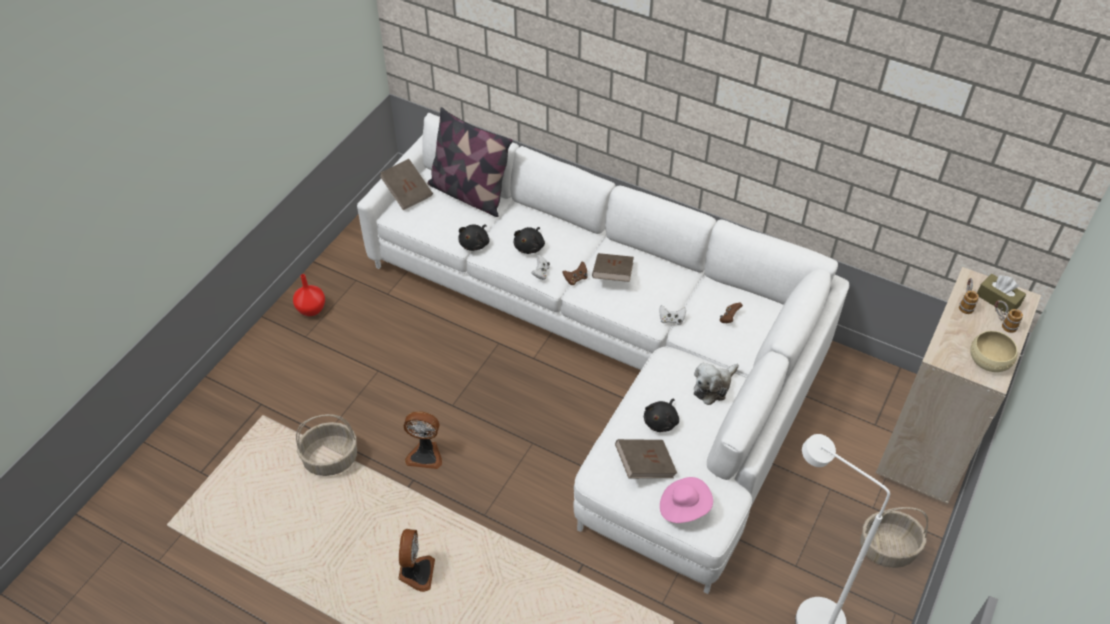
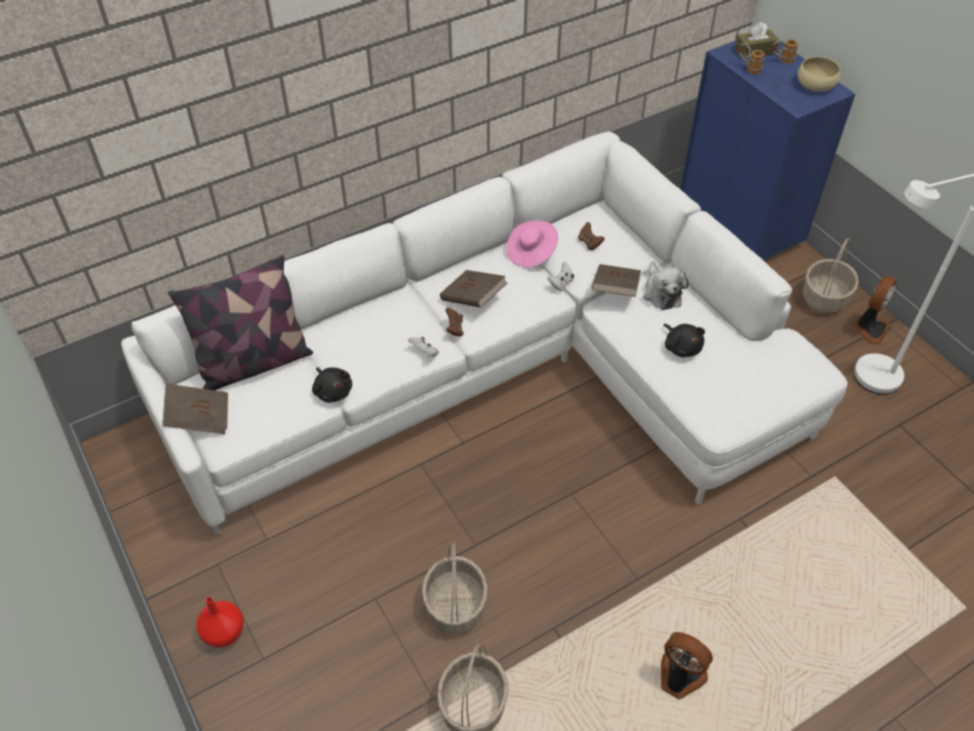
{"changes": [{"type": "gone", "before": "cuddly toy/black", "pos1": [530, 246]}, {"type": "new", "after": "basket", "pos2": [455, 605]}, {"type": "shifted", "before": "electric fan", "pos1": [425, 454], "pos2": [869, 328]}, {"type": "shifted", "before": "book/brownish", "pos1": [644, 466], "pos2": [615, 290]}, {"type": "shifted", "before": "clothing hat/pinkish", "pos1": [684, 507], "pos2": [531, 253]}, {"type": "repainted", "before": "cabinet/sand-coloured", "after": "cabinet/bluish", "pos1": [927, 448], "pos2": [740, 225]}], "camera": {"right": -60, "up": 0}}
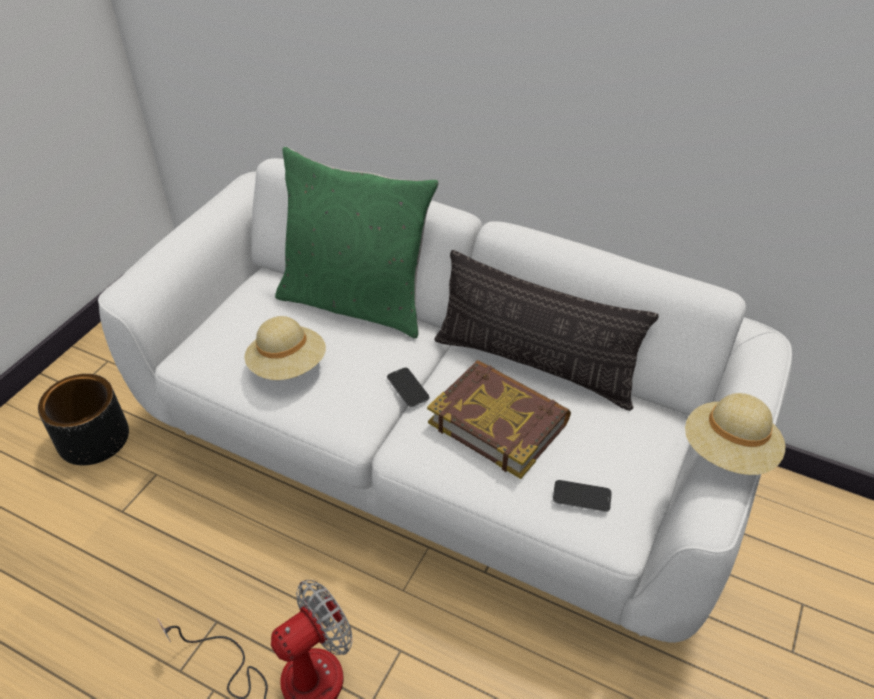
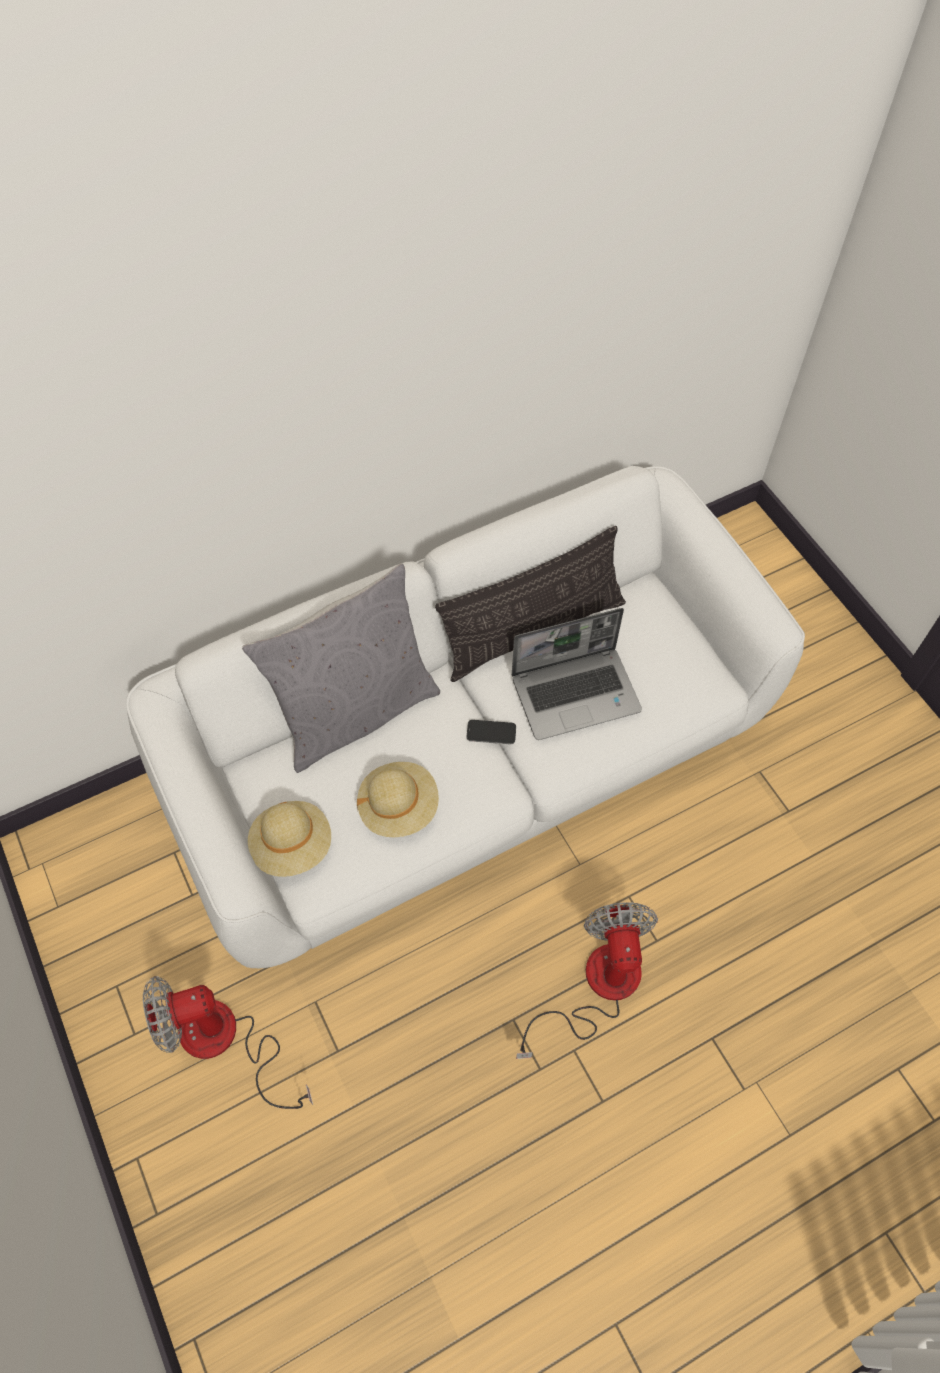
{"changes": [{"type": "gone", "before": "phone", "pos1": [581, 496]}, {"type": "shifted", "before": "clothing hat/sand-coloured", "pos1": [728, 452], "pos2": [292, 846]}, {"type": "swapped", "before": "plant pot/black", "after": "electric fan", "pos1": [94, 440], "pos2": [225, 1042]}, {"type": "swapped", "before": "book", "after": "portable computer", "pos1": [499, 422], "pos2": [576, 693]}, {"type": "repainted", "before": "pillow/green-coloured", "after": "pillow/gray", "pos1": [356, 301], "pos2": [355, 711]}], "camera": {"right": -55, "up": 15}}
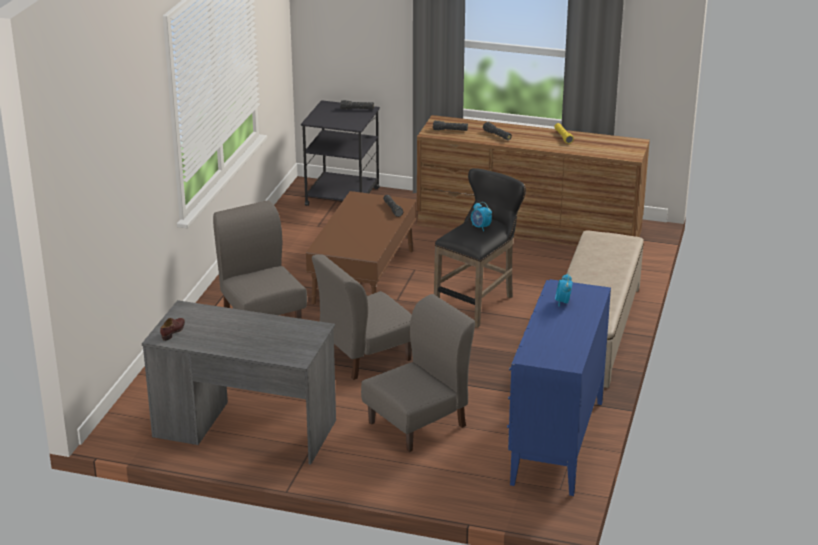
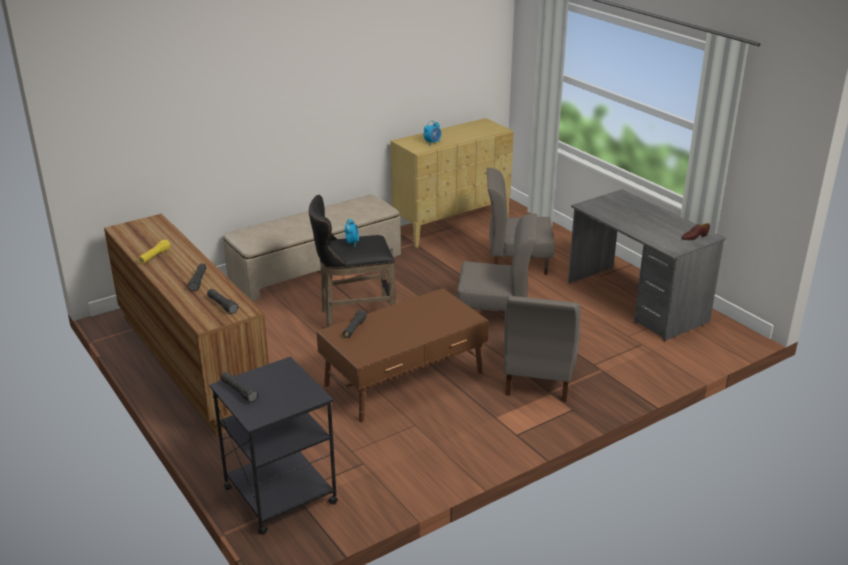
{"changes": [{"type": "repainted", "before": "dresser/bluish", "after": "dresser/sand-coloured", "pos1": [555, 442], "pos2": [452, 226]}], "camera": {"right": -140, "up": 0}}
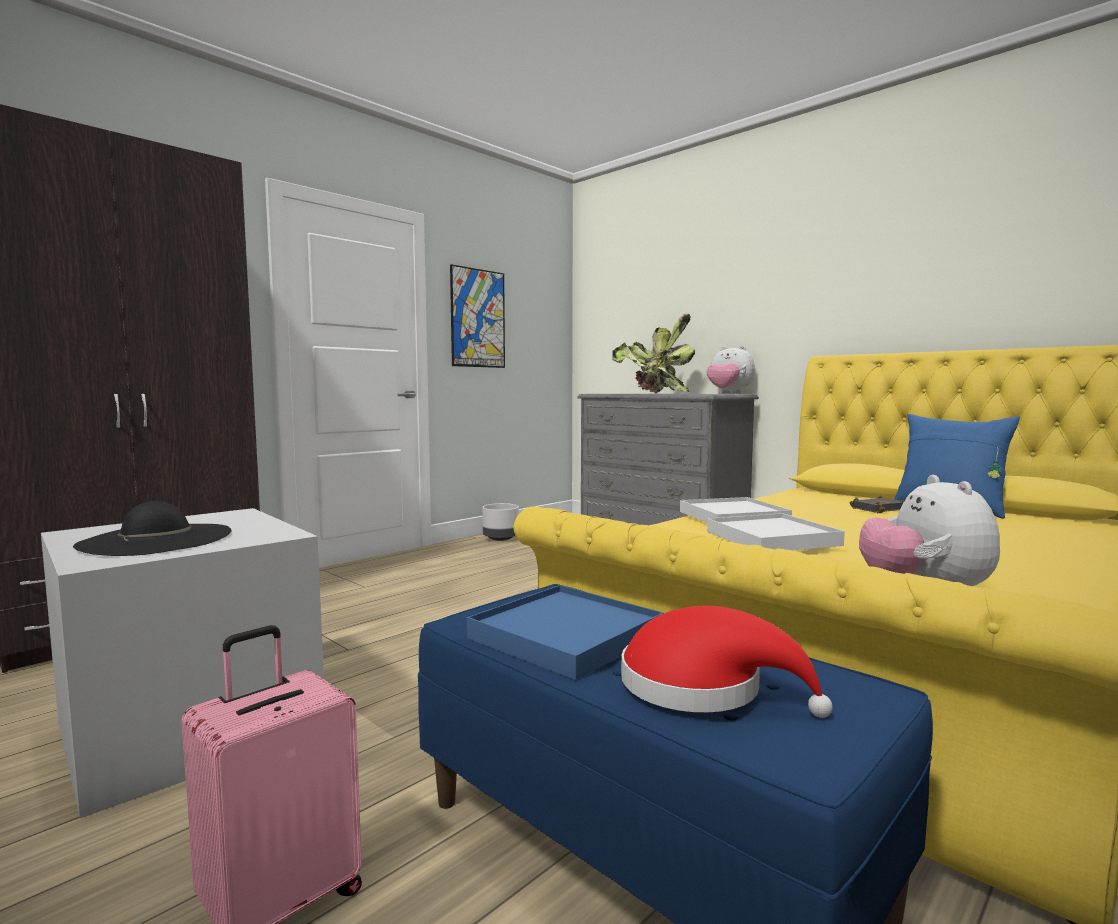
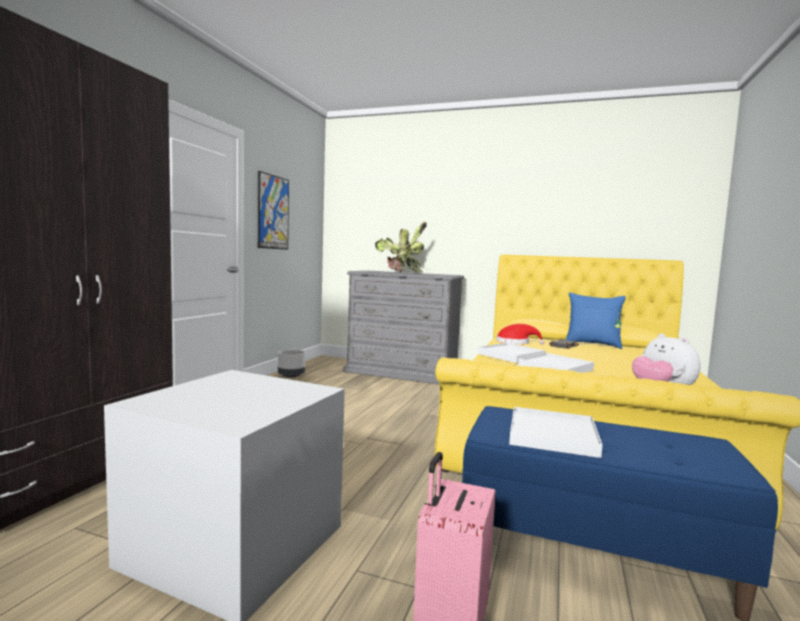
{"changes": [{"type": "gone", "before": "clothing hat/black", "pos1": [156, 539]}, {"type": "gone", "before": "cuddly toy", "pos1": [728, 393]}, {"type": "shifted", "before": "clothing hat/red-coloured", "pos1": [702, 687], "pos2": [515, 342]}, {"type": "repainted", "before": "carrying tray/bluish", "after": "carrying tray/white", "pos1": [566, 636], "pos2": [552, 435]}], "camera": {"right": -25, "up": 0}}
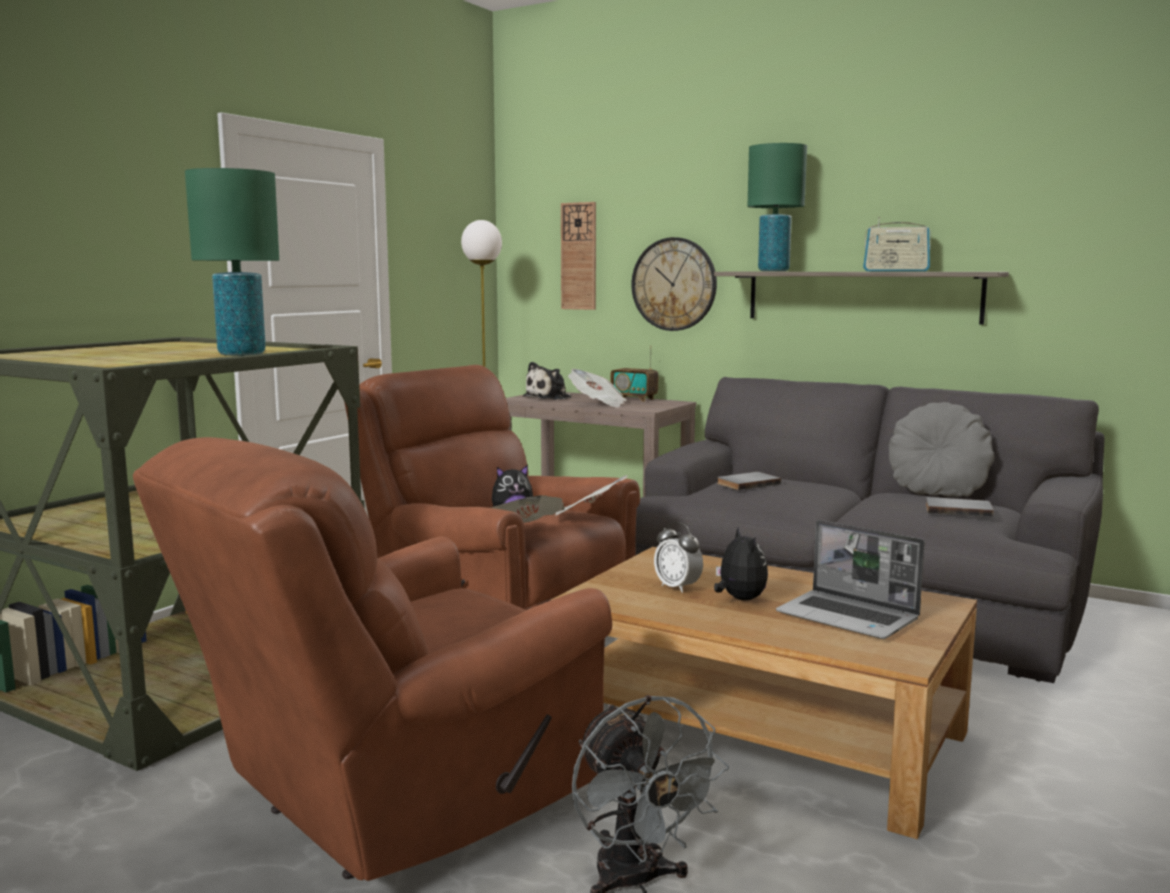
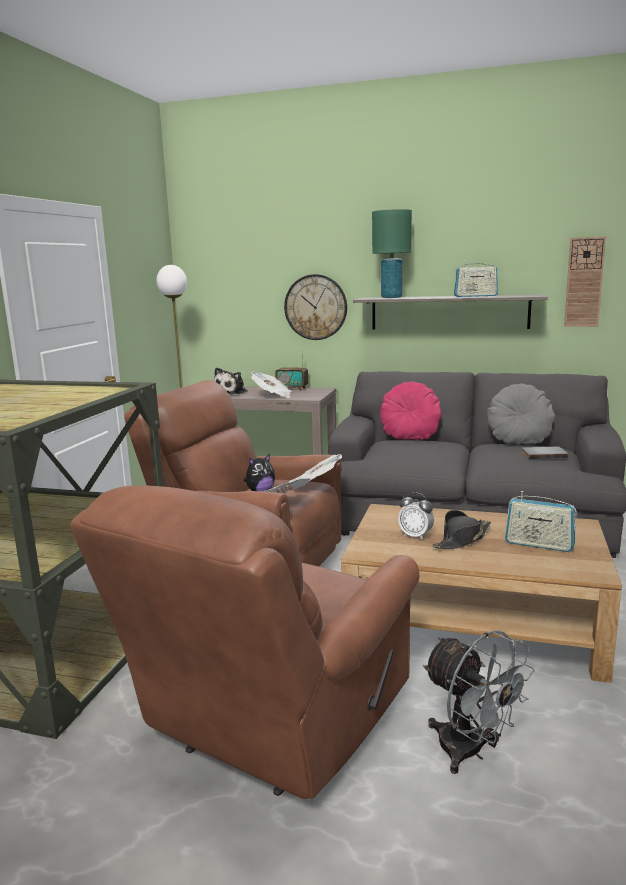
{"changes": [{"type": "gone", "before": "tabletop lamp/green-coloured", "pos1": [242, 354]}, {"type": "gone", "before": "book/gray", "pos1": [747, 483]}, {"type": "new", "after": "pillow/pinkish", "pos2": [410, 438]}, {"type": "shifted", "before": "wall clock", "pos1": [579, 256], "pos2": [584, 282]}, {"type": "swapped", "before": "cuddly toy", "after": "clothing hat/black", "pos1": [739, 599], "pos2": [462, 540]}, {"type": "swapped", "before": "portable computer", "after": "radio receiver", "pos1": [849, 617], "pos2": [539, 544]}], "camera": {"right": -15, "up": 5}}
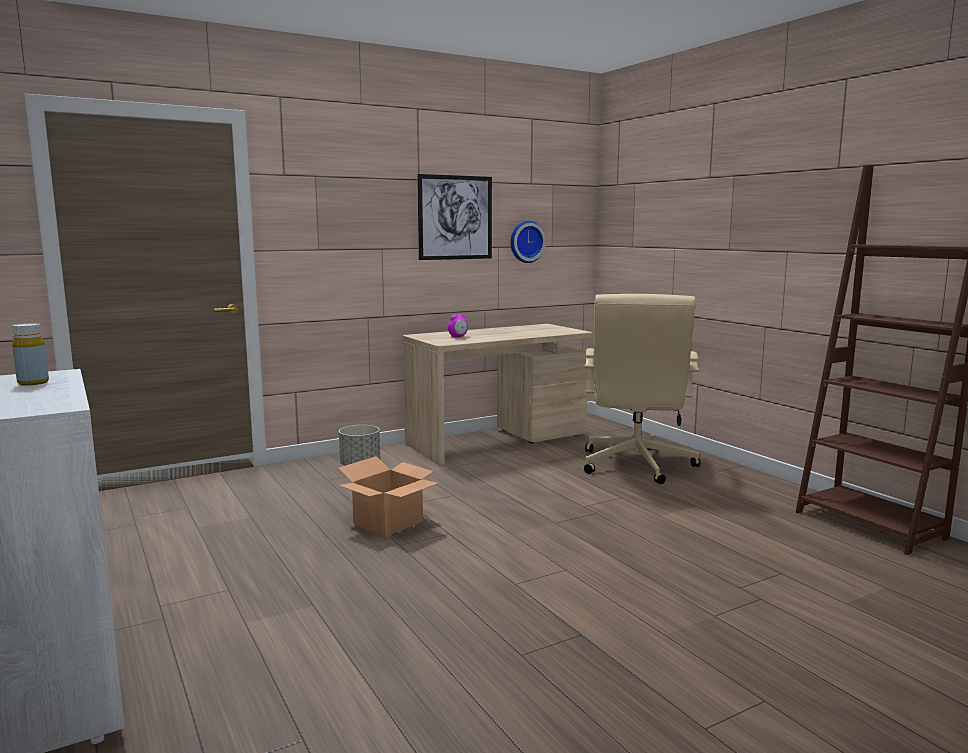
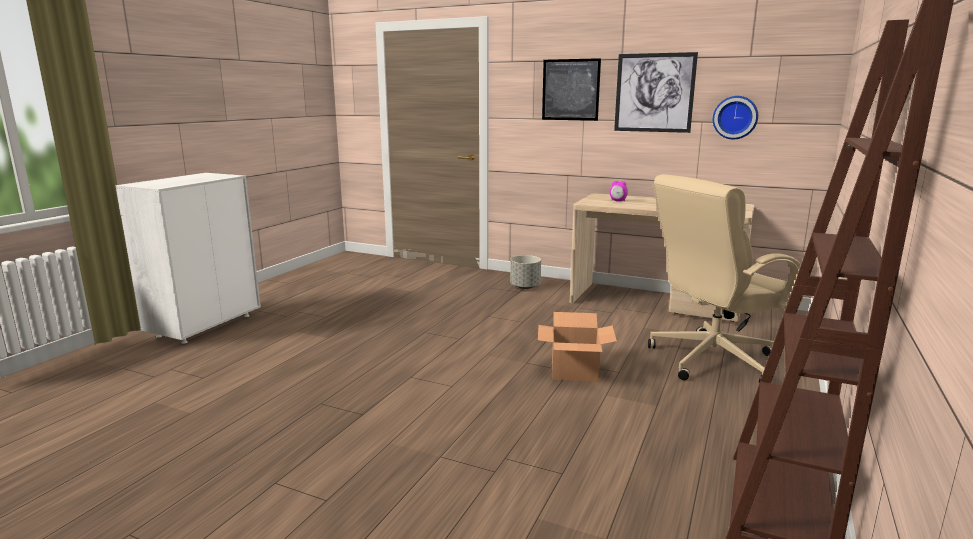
{"changes": [{"type": "gone", "before": "beverage bottle/yellowish", "pos1": [33, 383]}, {"type": "new", "after": "wall art", "pos2": [570, 90]}, {"type": "shifted", "before": "packing box", "pos1": [388, 522], "pos2": [575, 371]}], "camera": {"right": 55, "up": 5}}
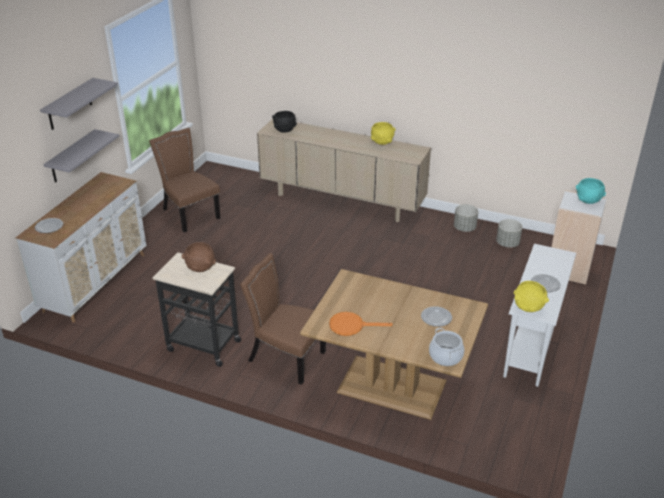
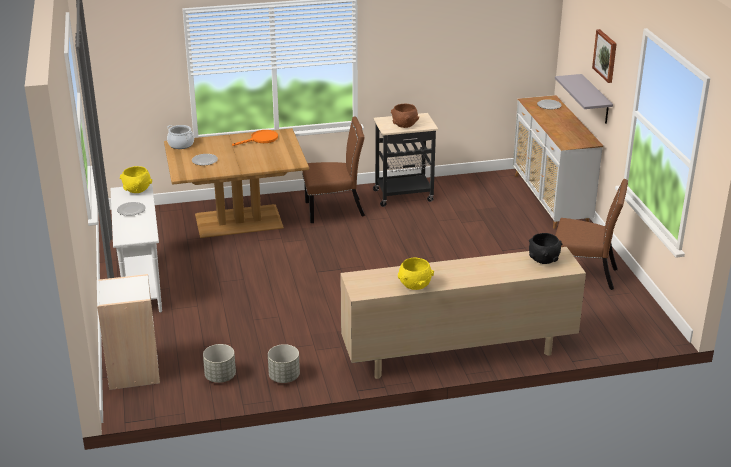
{"changes": [{"type": "gone", "before": "serving bowl/turquoise", "pos1": [588, 200]}, {"type": "swapped", "before": "shelf/gray", "after": "wall art", "pos1": [69, 104], "pos2": [605, 55]}], "camera": {"right": 145, "up": -5}}
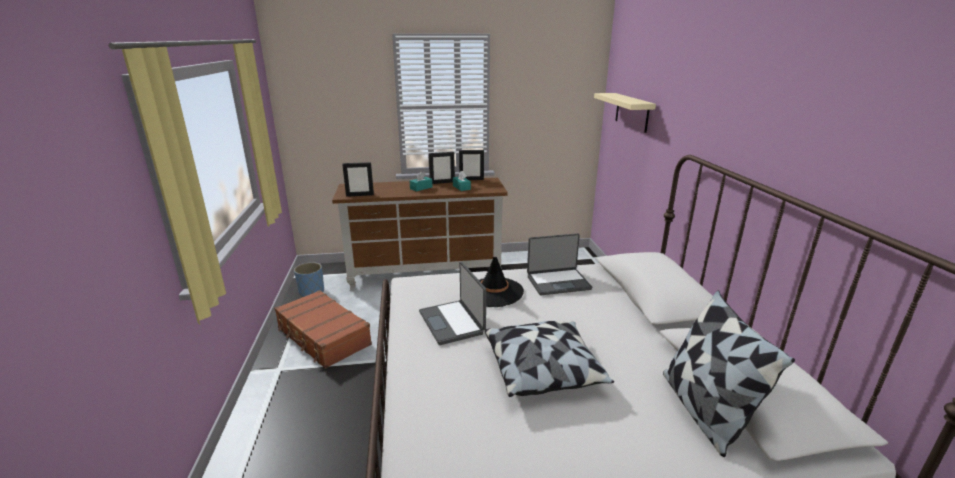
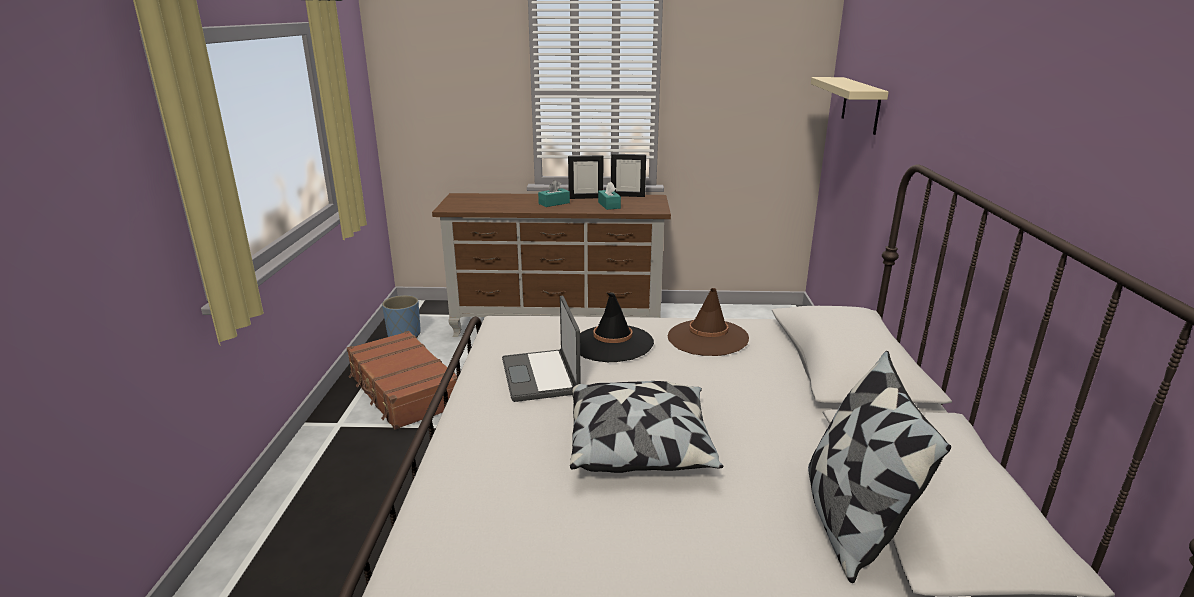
{"changes": [{"type": "gone", "before": "photo frame", "pos1": [360, 195]}, {"type": "swapped", "before": "portable computer", "after": "clothing hat/brownish", "pos1": [558, 282], "pos2": [707, 338]}], "camera": {"right": 10, "up": 0}}
